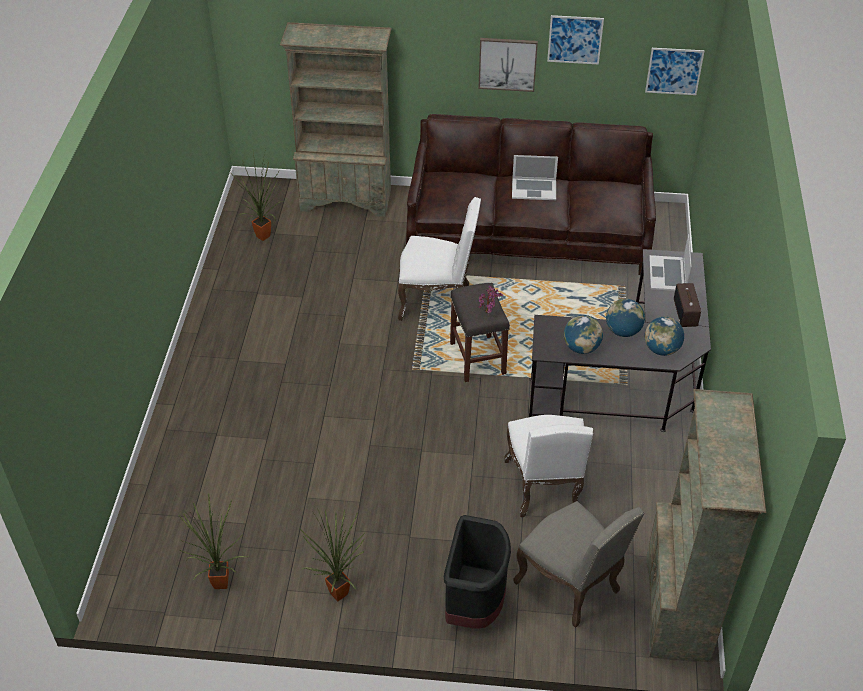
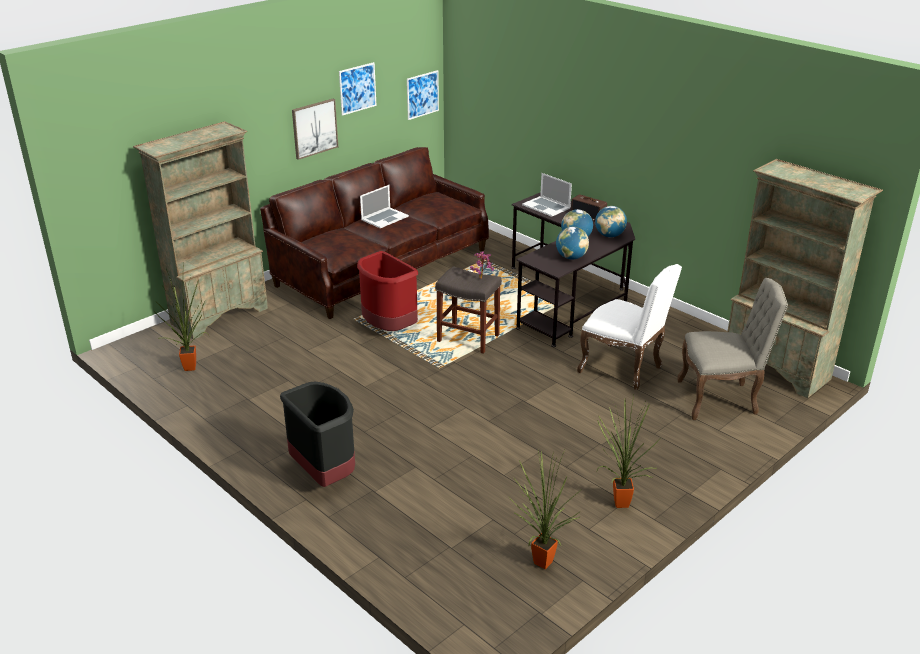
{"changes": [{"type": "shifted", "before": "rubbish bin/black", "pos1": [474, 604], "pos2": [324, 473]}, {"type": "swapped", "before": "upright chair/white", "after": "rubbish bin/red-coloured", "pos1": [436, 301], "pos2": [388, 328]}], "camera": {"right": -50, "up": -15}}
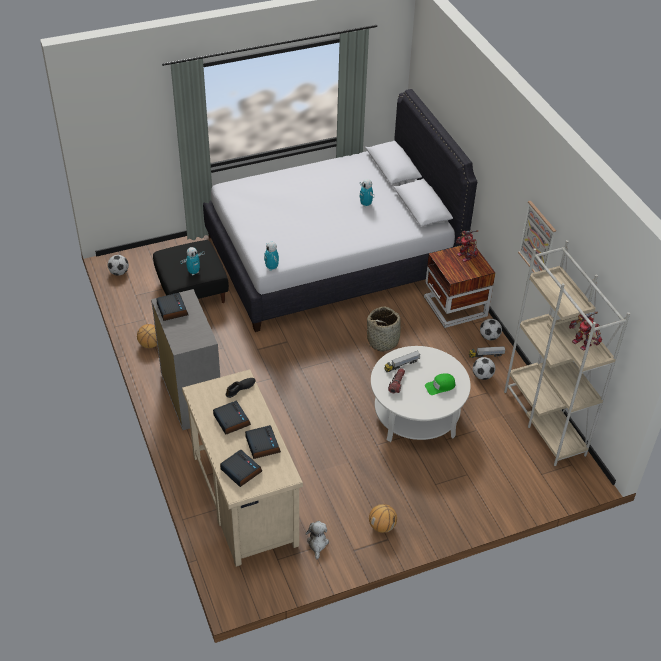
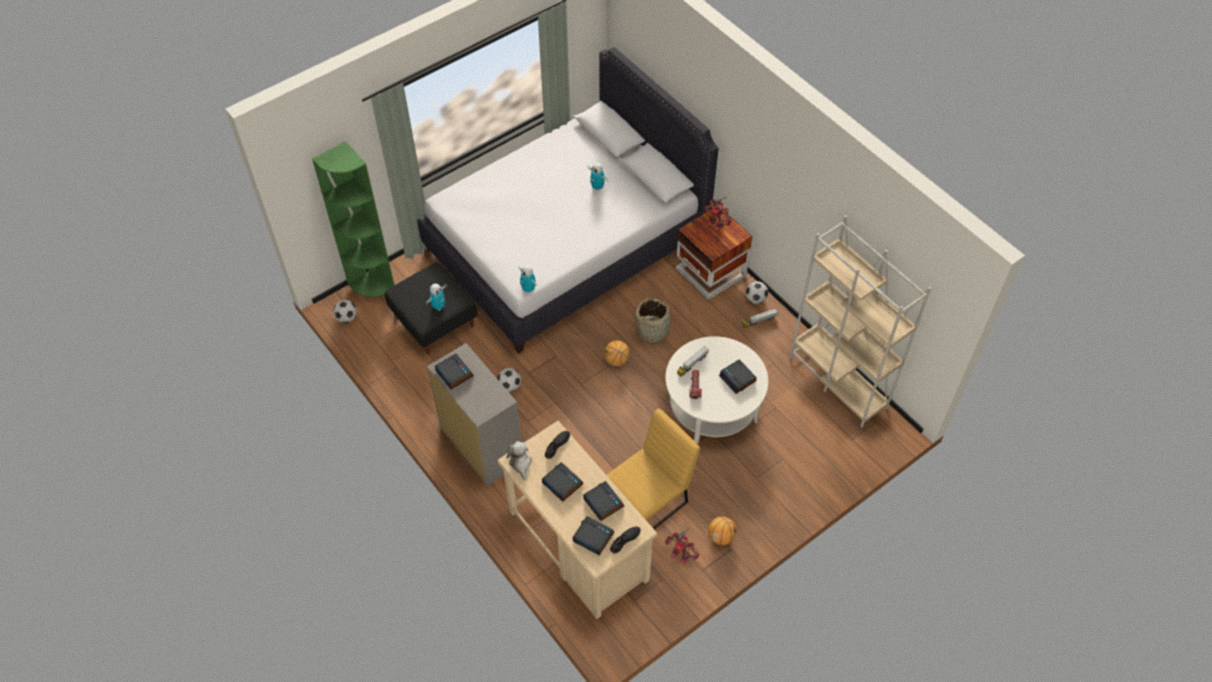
{"changes": [{"type": "gone", "before": "wall art", "pos1": [537, 241]}, {"type": "new", "after": "bookcase/green-coloured", "pos2": [372, 287]}, {"type": "new", "after": "upright chair/yellowish", "pos2": [648, 501]}, {"type": "new", "after": "shoe/black", "pos2": [625, 541]}, {"type": "shifted", "before": "basketball", "pos1": [150, 344], "pos2": [616, 360]}, {"type": "shifted", "before": "cuddly toy", "pos1": [317, 543], "pos2": [520, 463]}, {"type": "shifted", "before": "ball for football", "pos1": [482, 376], "pos2": [510, 386]}, {"type": "shifted", "before": "robot figure", "pos1": [582, 343], "pos2": [681, 554]}, {"type": "swapped", "before": "peaked cap/green-coloured", "after": "table clock", "pos1": [440, 386], "pos2": [738, 379]}], "camera": {"right": -15, "up": 10}}
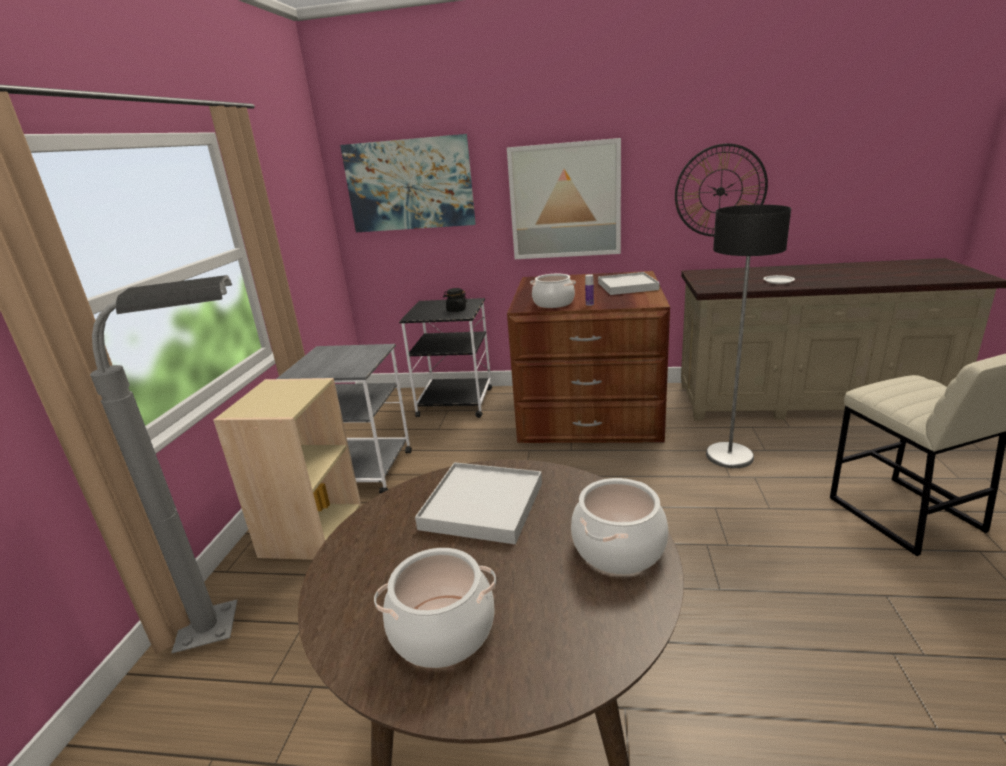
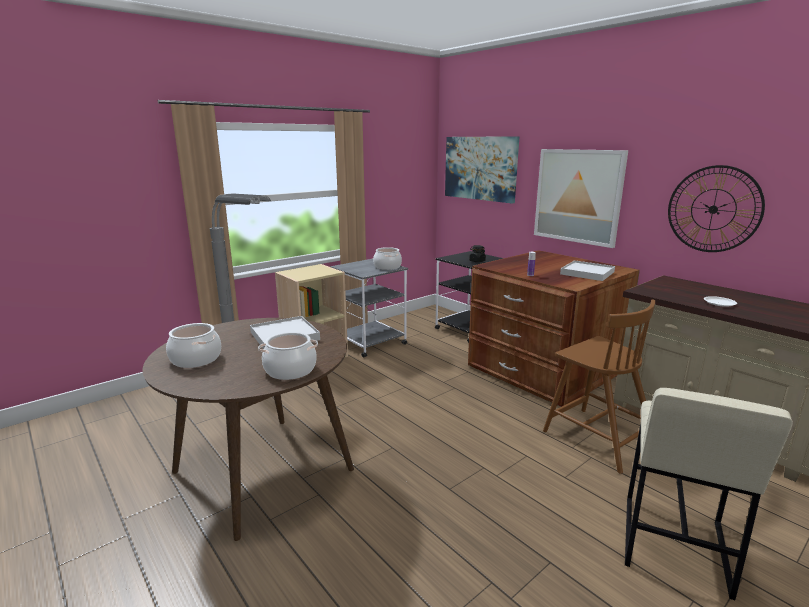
{"changes": [{"type": "shifted", "before": "saucepot", "pos1": [554, 303], "pos2": [387, 267]}, {"type": "swapped", "before": "standard lamp", "after": "upright chair/brownish", "pos1": [729, 456], "pos2": [597, 438]}], "camera": {"right": 40, "up": -5}}
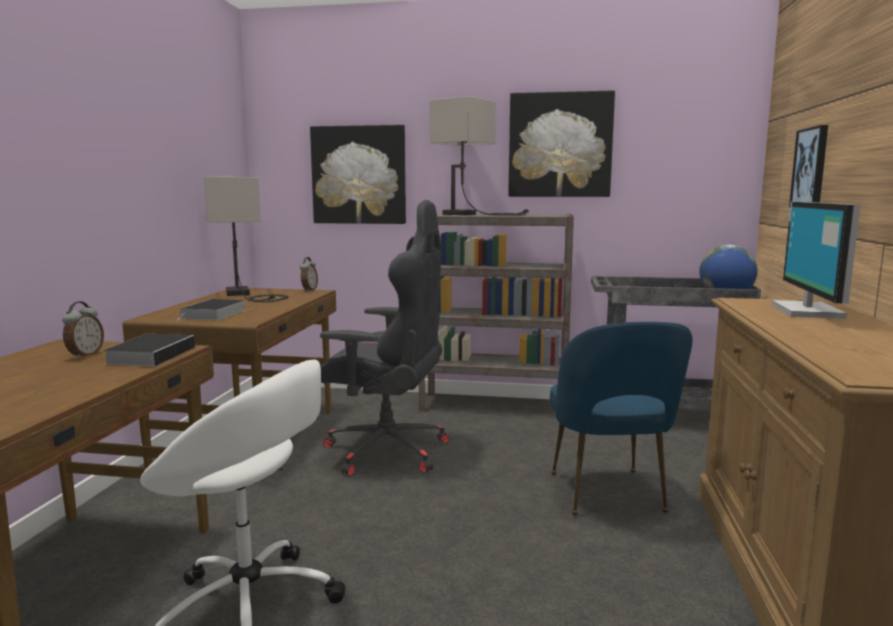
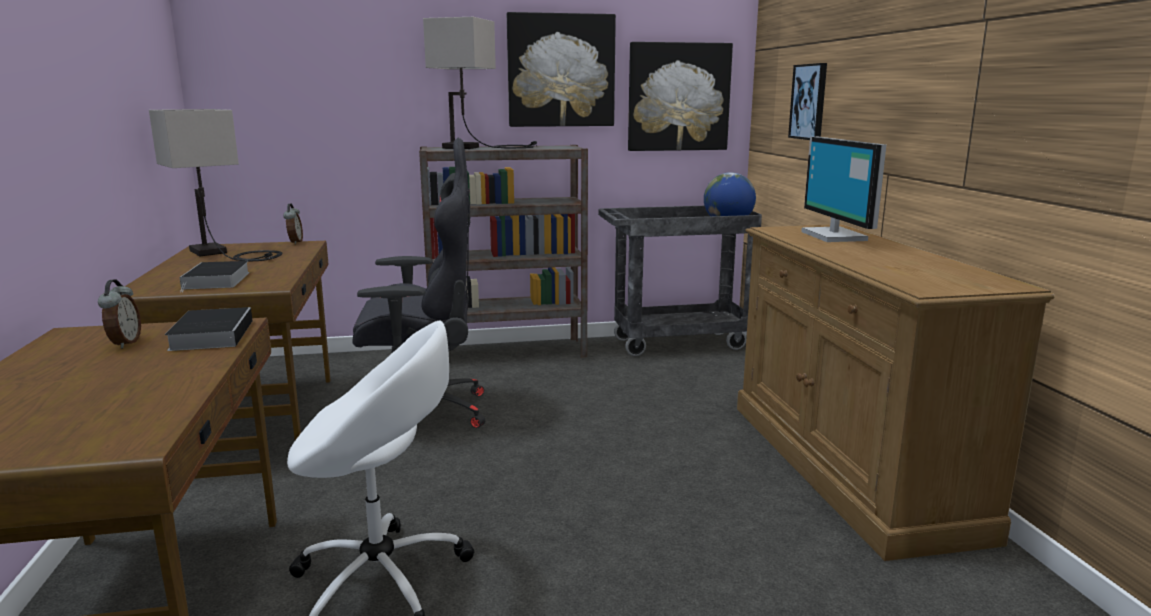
{"changes": [{"type": "gone", "before": "upright chair/bluish", "pos1": [608, 497]}, {"type": "shifted", "before": "wall art", "pos1": [359, 175], "pos2": [678, 97]}], "camera": {"right": -20, "up": 5}}
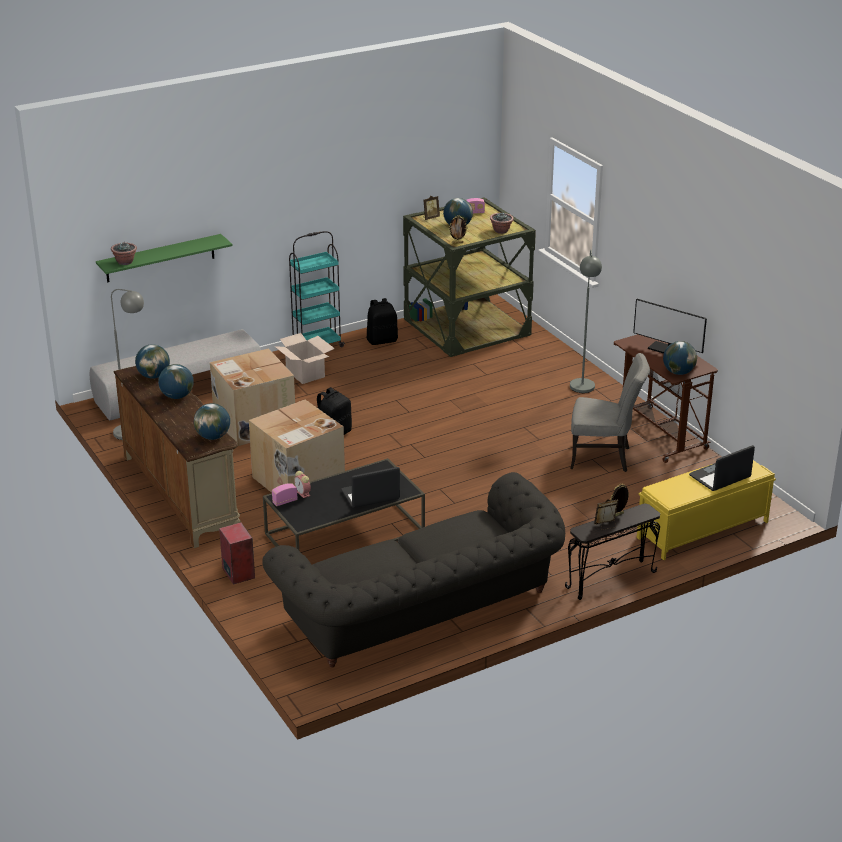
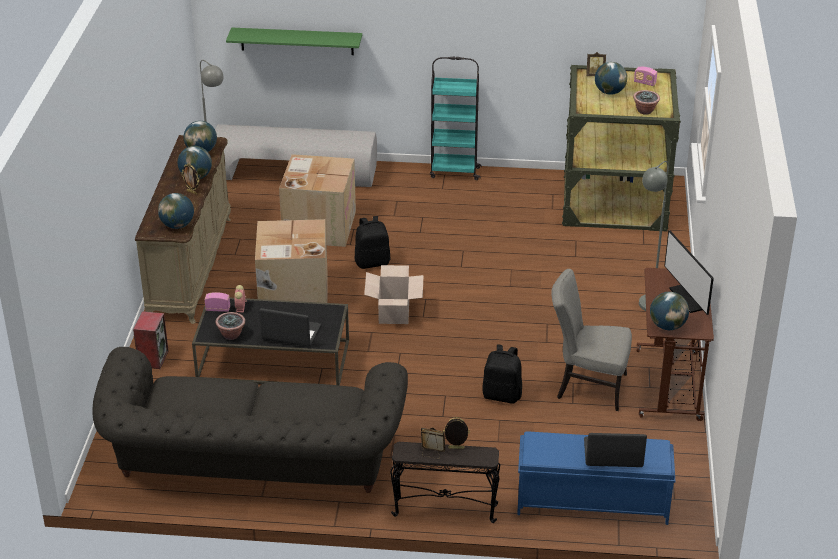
{"changes": [{"type": "shifted", "before": "houseplant", "pos1": [125, 262], "pos2": [231, 335]}, {"type": "shifted", "before": "packing box", "pos1": [305, 374], "pos2": [393, 312]}, {"type": "shifted", "before": "rucksack/black", "pos1": [382, 340], "pos2": [502, 395]}, {"type": "shifted", "before": "photo frame", "pos1": [457, 243], "pos2": [192, 192]}, {"type": "repainted", "before": "long seat/yellowish", "after": "long seat/bluish", "pos1": [701, 530], "pos2": [591, 502]}, {"type": "rotated", "before": "upright chair/gray", "pos1": [604, 457], "pos2": [586, 386], "turn": 150}], "camera": {"right": 35, "up": 5}}
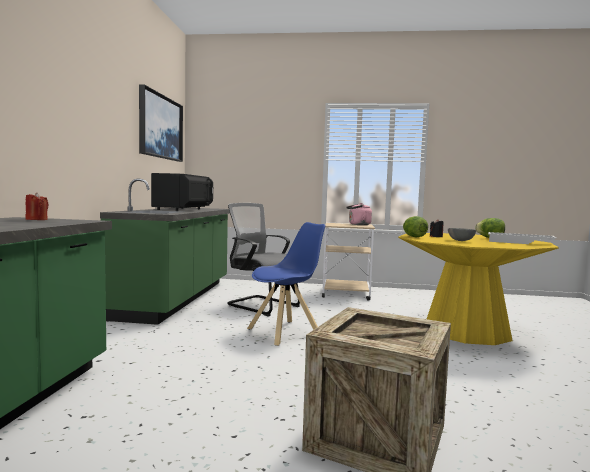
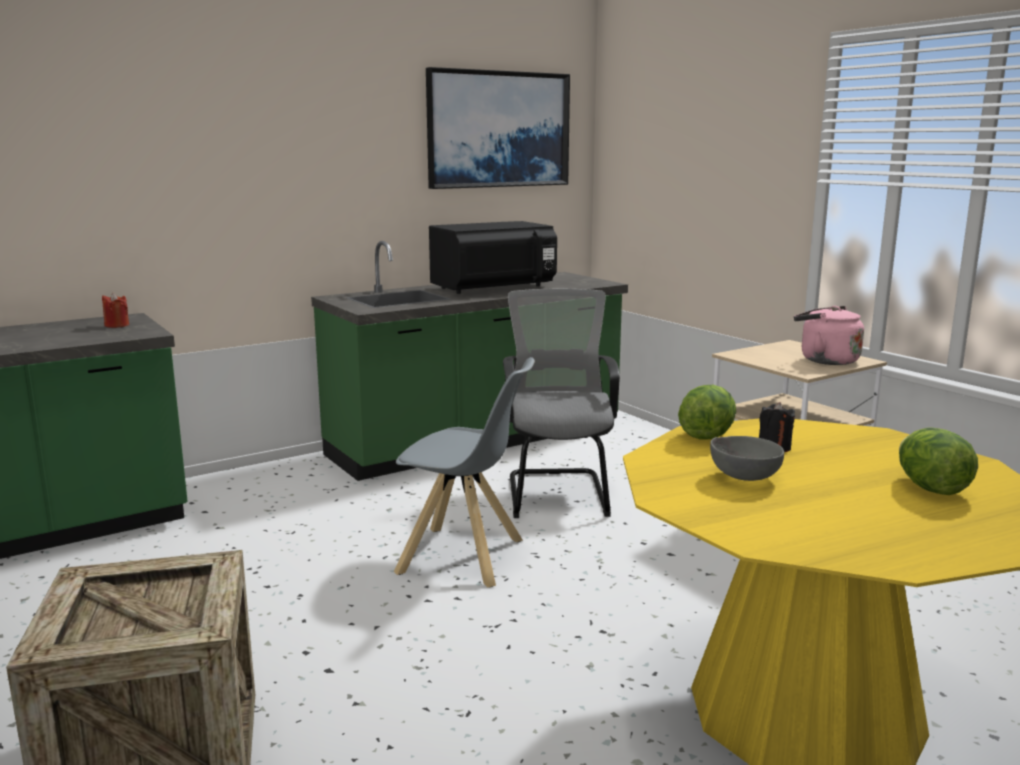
{"changes": [{"type": "gone", "before": "carrying tray/white", "pos1": [519, 242]}, {"type": "repainted", "before": "upright chair/bluish", "after": "upright chair/gray", "pos1": [286, 332], "pos2": [465, 557]}], "camera": {"right": 50, "up": 10}}
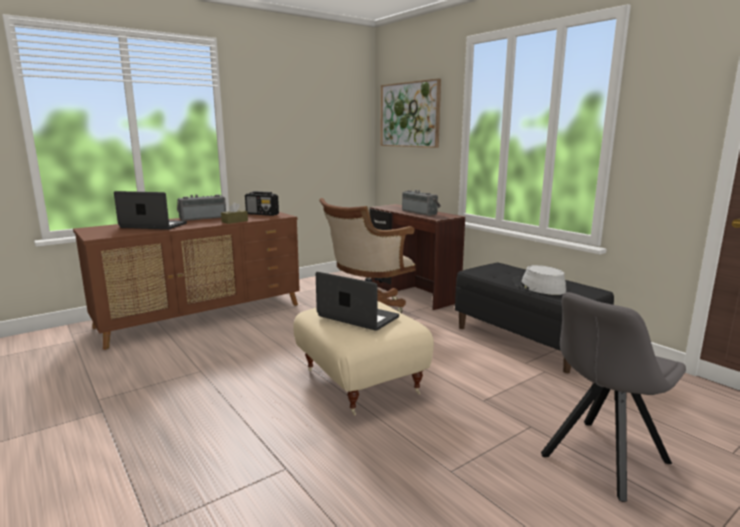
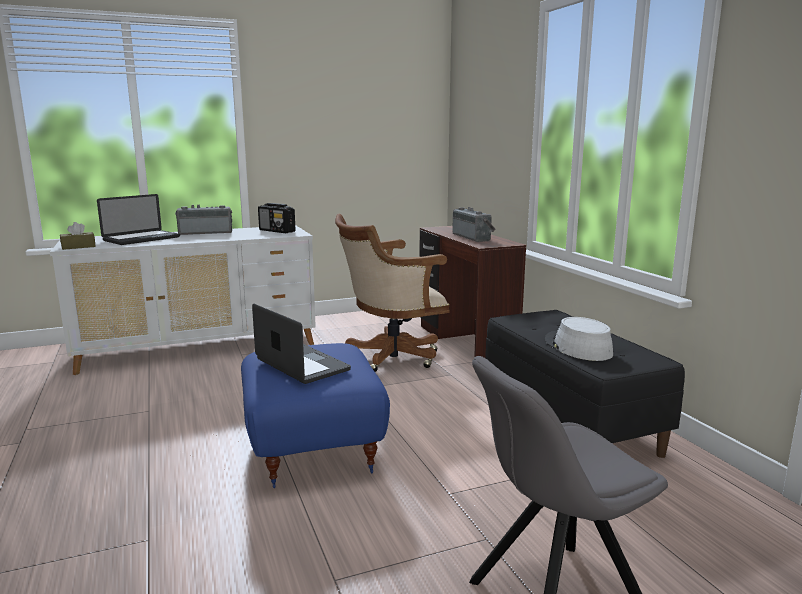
{"changes": [{"type": "gone", "before": "wall art", "pos1": [409, 115]}, {"type": "shifted", "before": "box of tissues/brownish", "pos1": [235, 221], "pos2": [78, 247]}, {"type": "repainted", "before": "dresser/brownish", "after": "dresser/white", "pos1": [201, 316], "pos2": [198, 347]}, {"type": "repainted", "before": "footrest/sand-coloured", "after": "footrest/bluish", "pos1": [359, 382], "pos2": [311, 448]}, {"type": "rotated", "before": "portable computer", "pos1": [153, 226], "pos2": [142, 239], "turn": 105}], "camera": {"right": 15, "up": 0}}
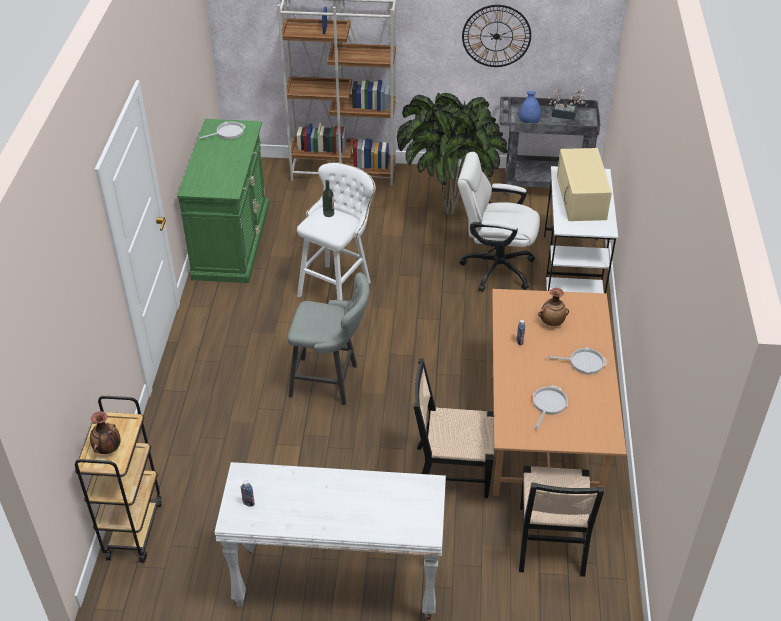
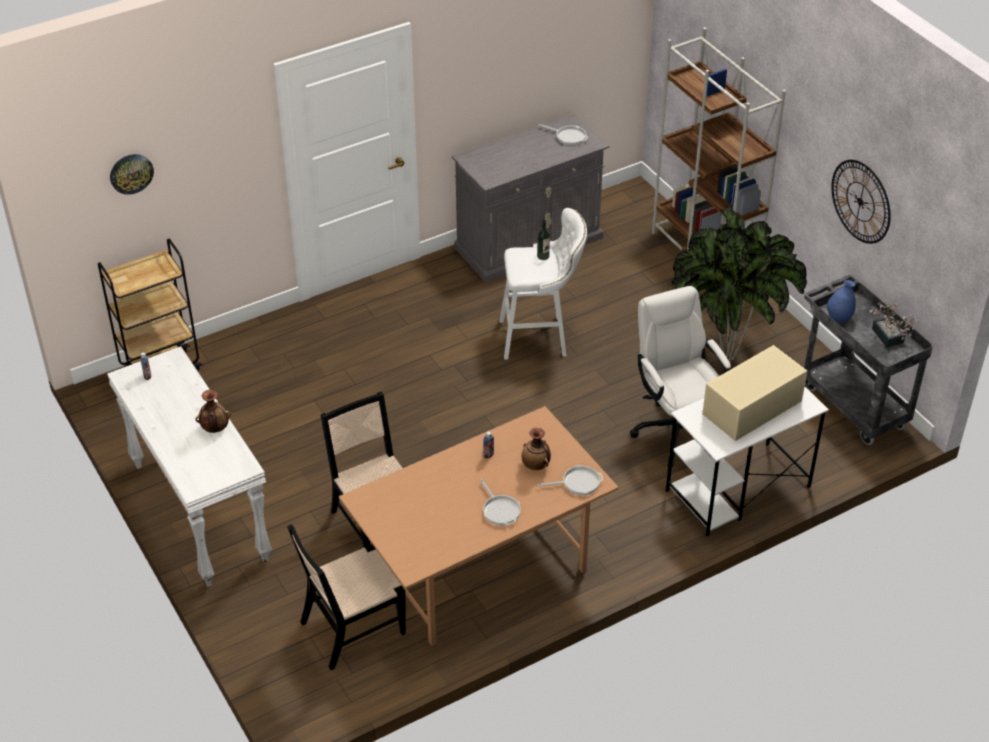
{"changes": [{"type": "gone", "before": "sitting stool/gray", "pos1": [332, 382]}, {"type": "new", "after": "wall clock", "pos2": [131, 173]}, {"type": "shifted", "before": "vase", "pos1": [108, 449], "pos2": [215, 429]}, {"type": "shifted", "before": "skillet", "pos1": [548, 404], "pos2": [578, 483]}, {"type": "repainted", "before": "dresser/green-coloured", "after": "dresser/gray", "pos1": [231, 240], "pos2": [528, 242]}], "camera": {"right": 55, "up": 0}}
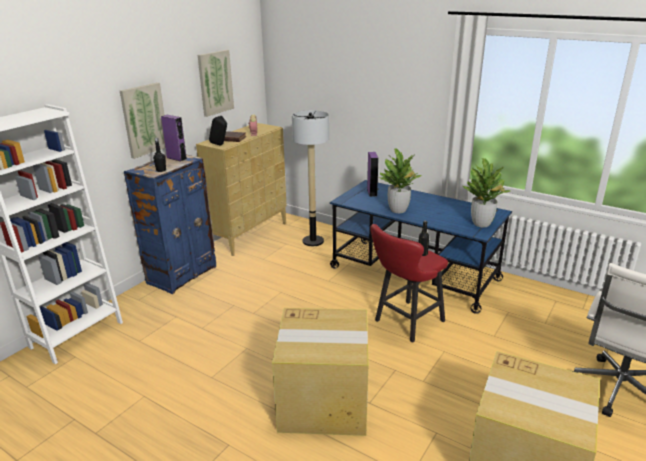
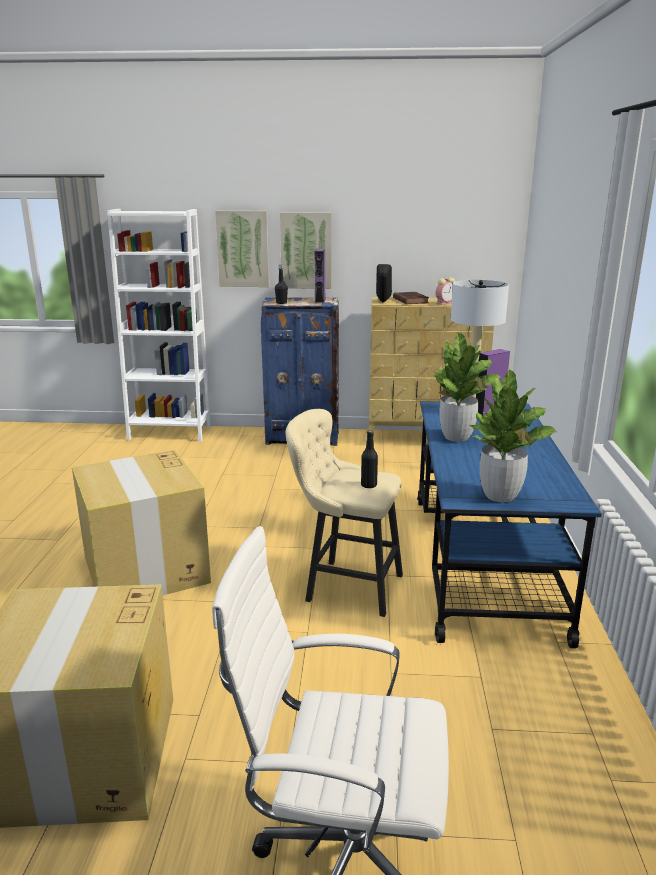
{"changes": [{"type": "shifted", "before": "wall art", "pos1": [215, 82], "pos2": [243, 249]}, {"type": "repainted", "before": "sitting stool/red-coloured", "after": "sitting stool/sand-coloured", "pos1": [404, 324], "pos2": [342, 585]}], "camera": {"right": 60, "up": -5}}
